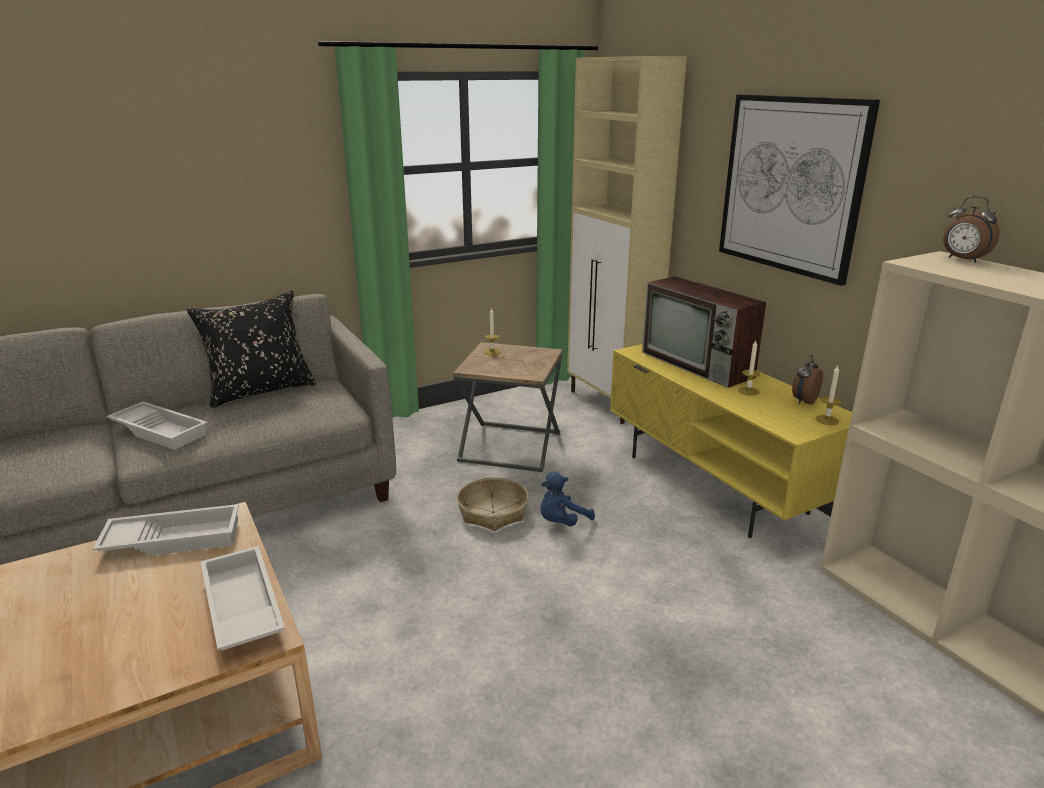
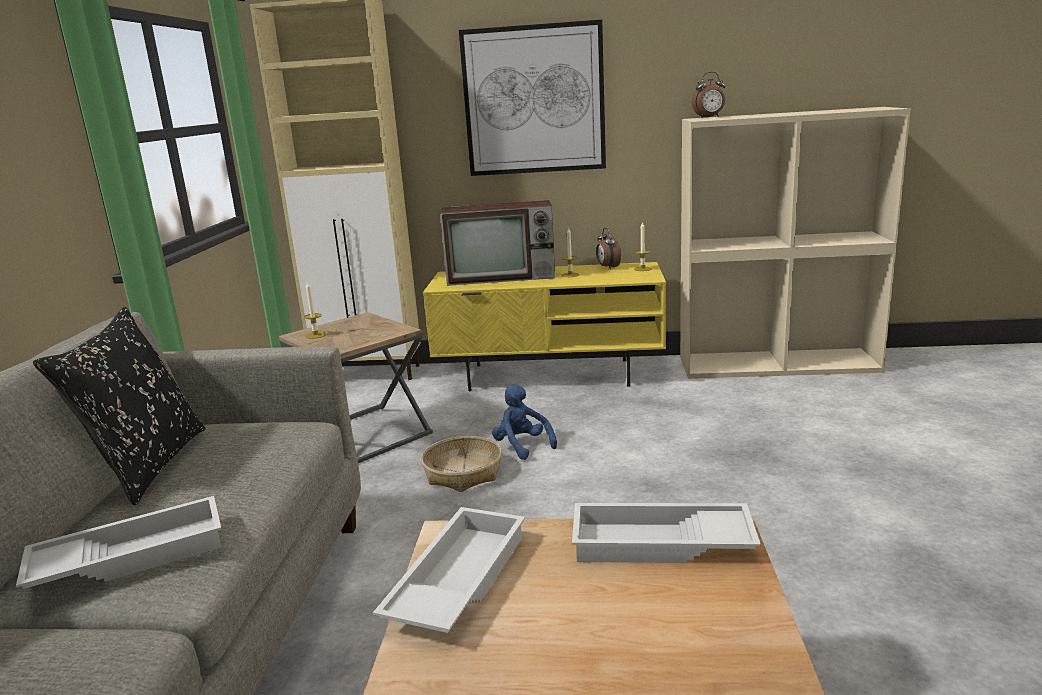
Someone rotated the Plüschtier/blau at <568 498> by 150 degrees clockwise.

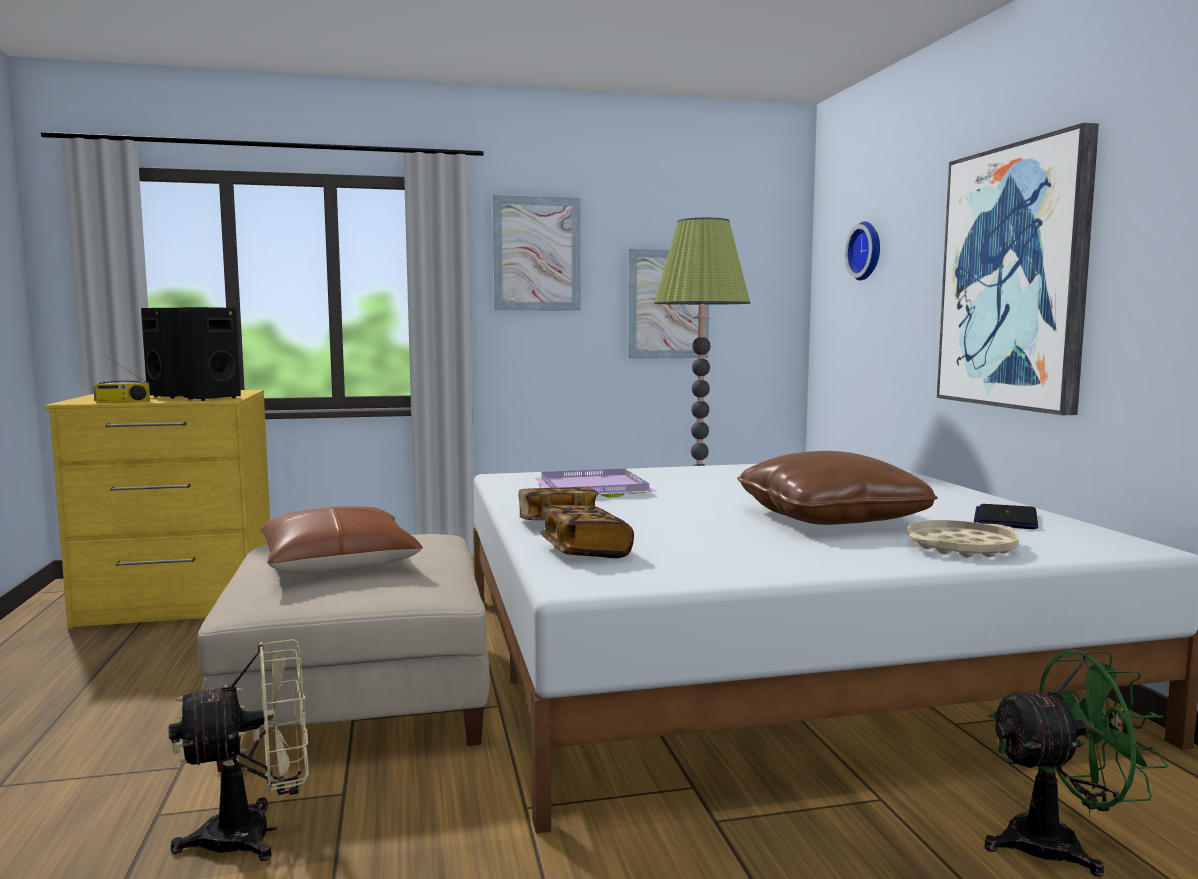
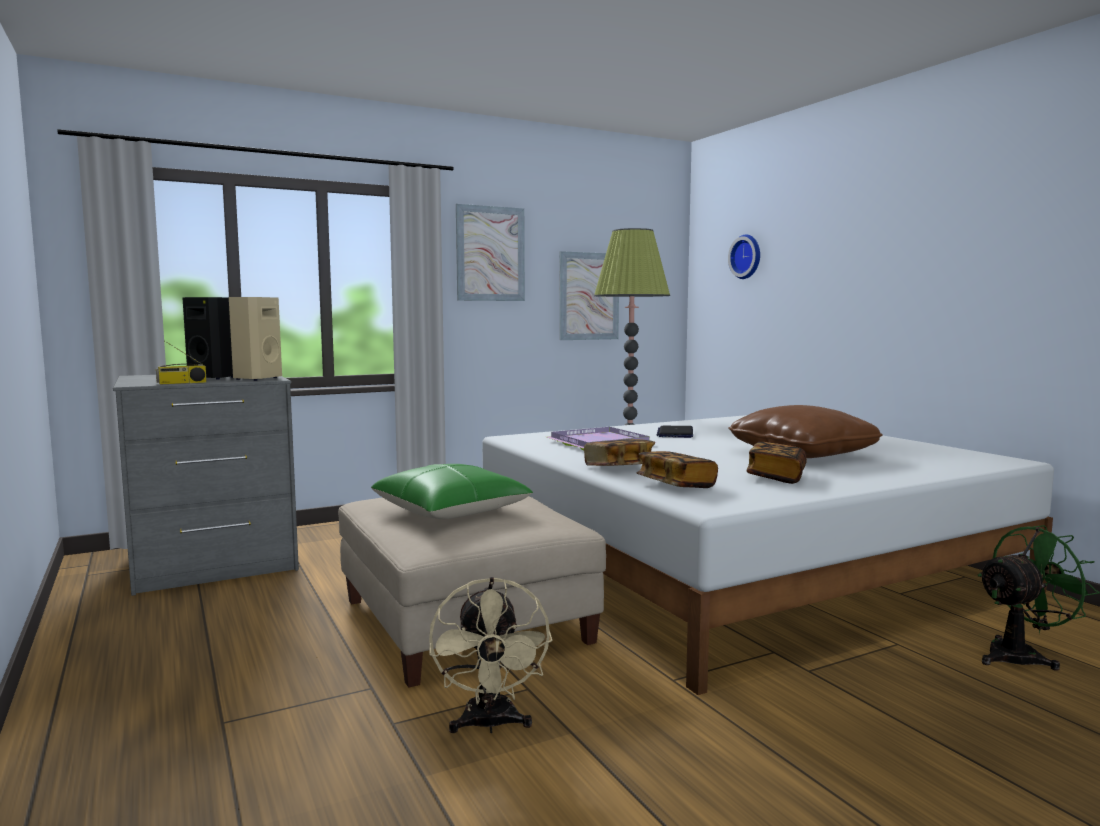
Someone took away the Tablett/beige at <963 539>.
Someone took away the Bild at <1018 269>.
Someone put down the Buch at <776 463>.
Someone carried the Laptop from <1006 516> to <675 432>.
Someone repainted the Kommode/gelb at <157 509>, which became the Kommode/grau at <206 485>.
Someone repainted the Lautsprecher/schwarz at <209 354>, which became the Lautsprecher/beige at <255 339>.
Someone repainted the Kissen/braun at <341 540>, which became the Kissen/grün at <452 491>.
Someone rotated the Ventilator/beige at <238 750> by 120 degrees clockwise.

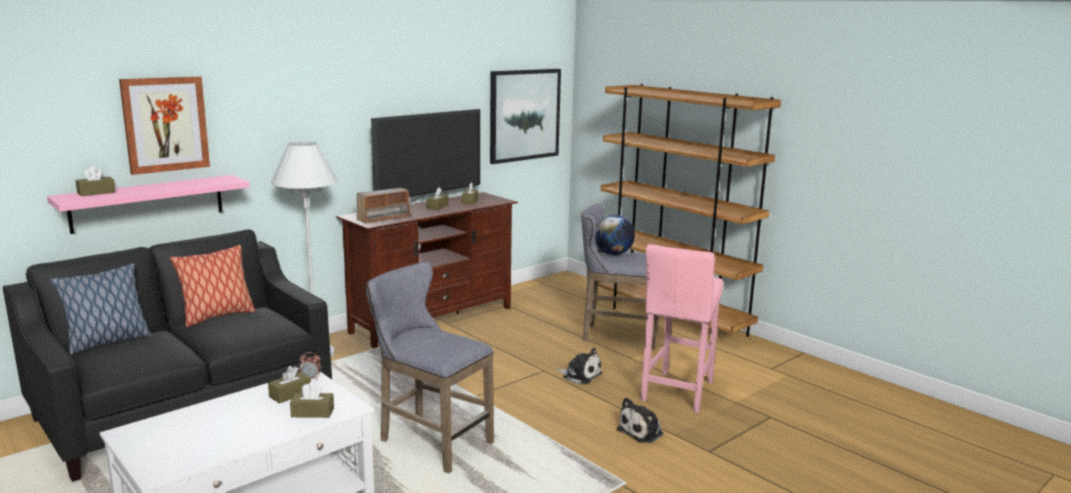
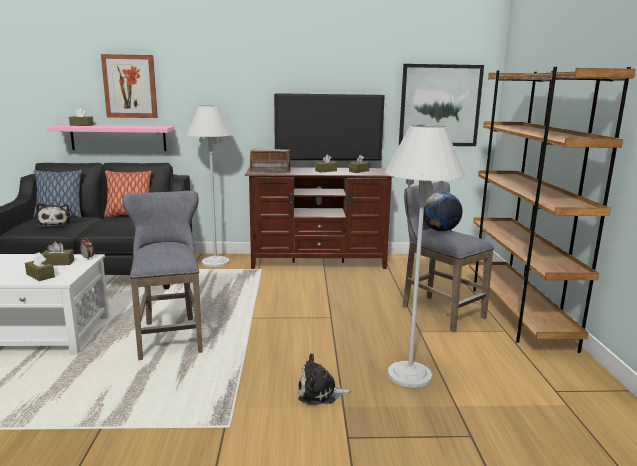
Someone carried the Plüschtier from <579 366> to <53 215>.
Someone swapped the Hocker/rosa at <681 328> for the Stehlampe/weiß at <425 256>.

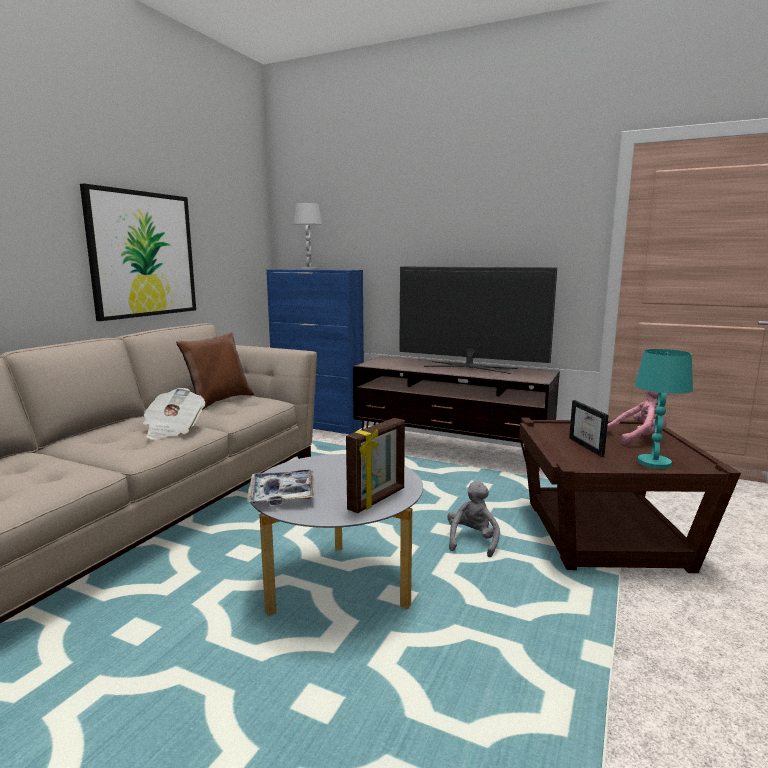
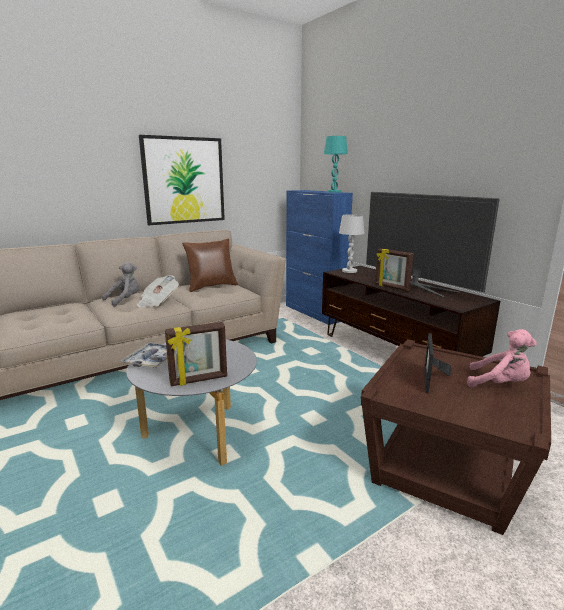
Someone put down the Bilderrahmen at <394 269>.
Someone carried the Tischlampe/weiß from <307 236> to <352 243>.
Someone carried the Plüschtier/grau from <473 519> to <120 284>.
Someone carried the Tischlampe/türkis from <664 409> to <336 164>.

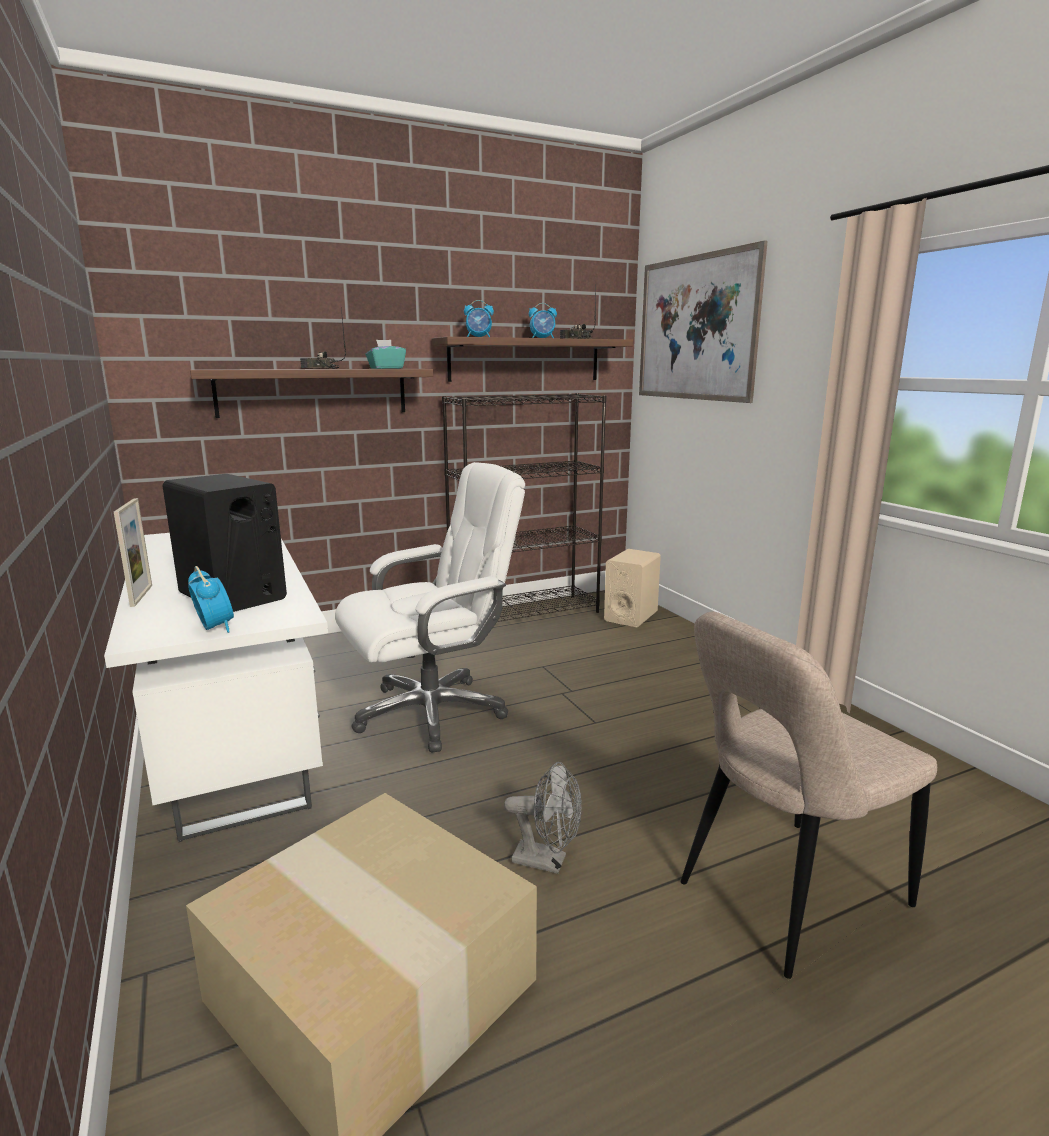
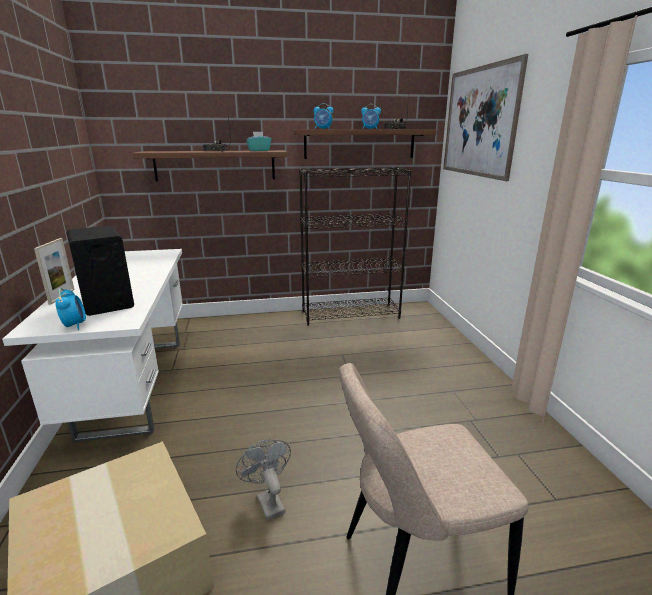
Someone took away the Bürostuhl/weiß at <430 607>.
Someone took away the Lautsprecher/beige at <632 588>.
Someone rotated the Ventilator/grau at <543 818> by 150 degrees counterclockwise.

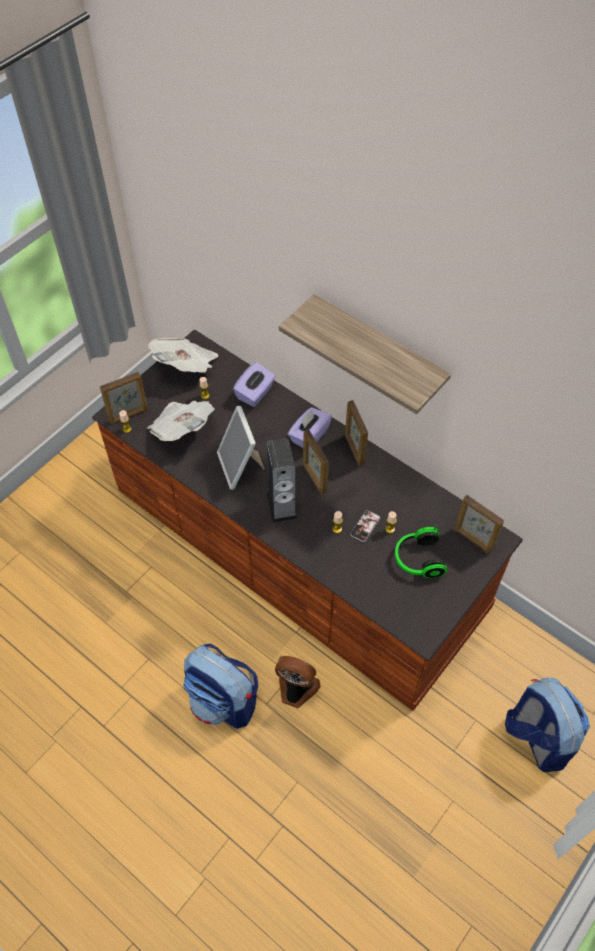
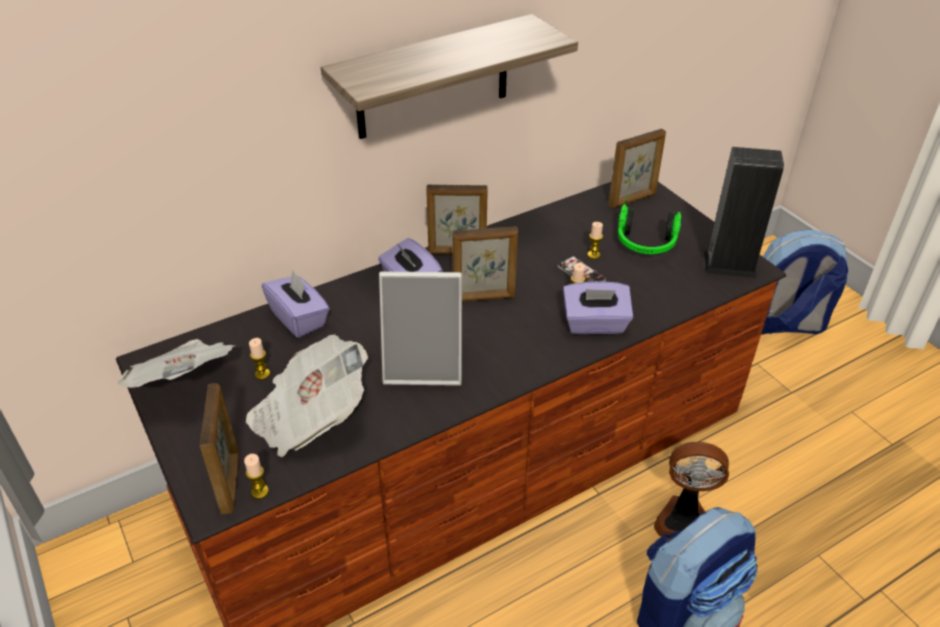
Someone put down the Taschentuchbox/lila at <598 307>.
Someone carried the Lautsprecher from <281 480> to <744 212>.
Someone rotated the Ventilator at <298 682> by 120 degrees counterclockwise.

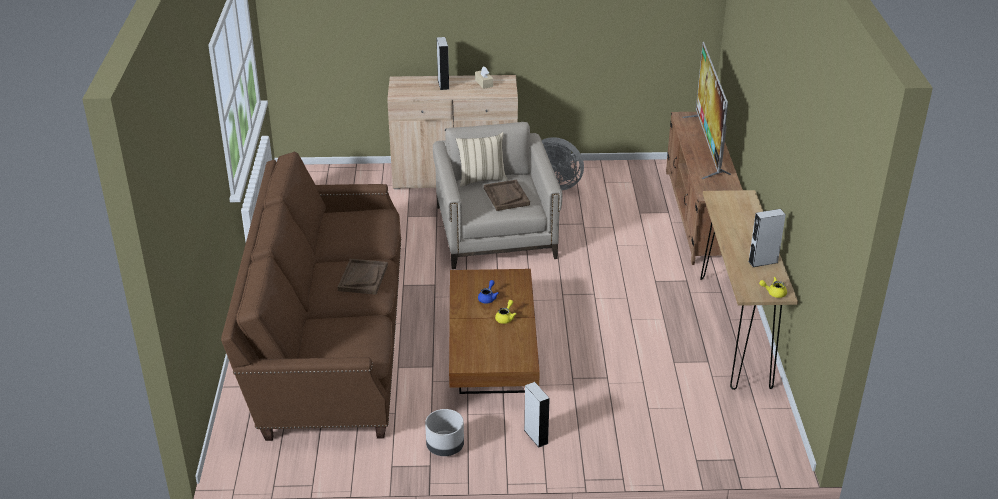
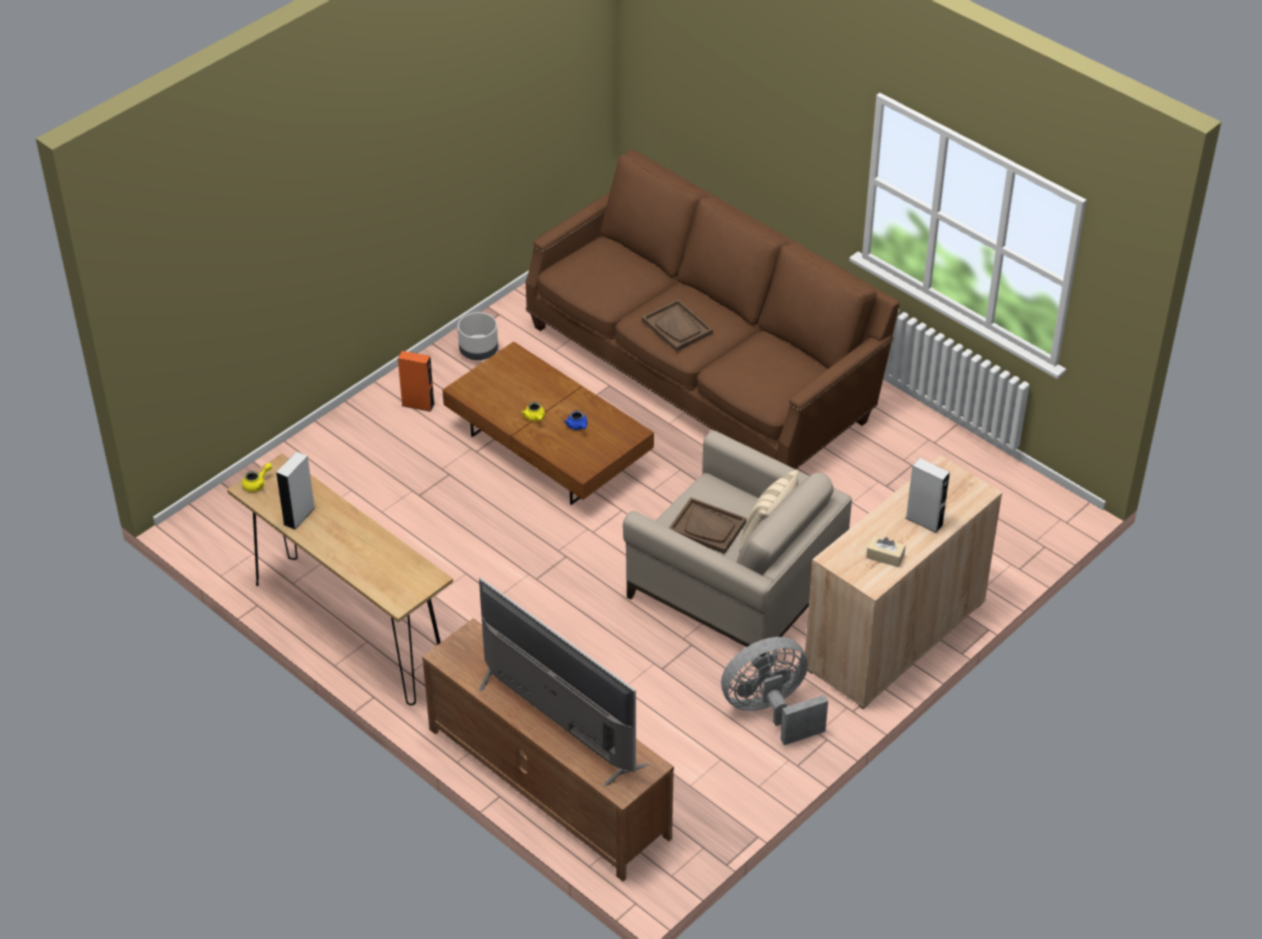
Someone repainted the Lautsprecher/grau at <537 415>, which became the Lautsprecher/orange at <416 381>.

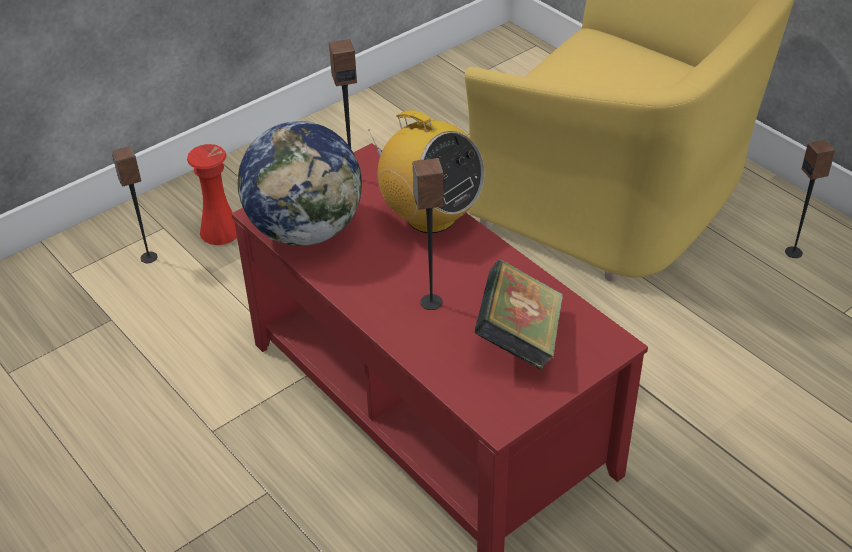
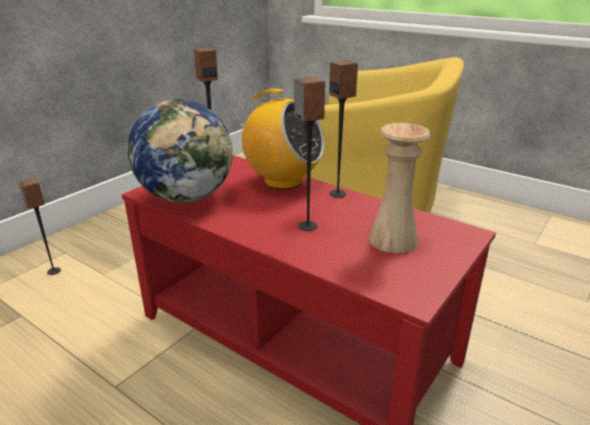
Someone took away the Vase/rot at <212 194>.
Someone carried the Lautsprecher from <810 199> to <343 128>.
Someone swapped the Buch at <518 315> for the Vase/beige at <399 188>.

